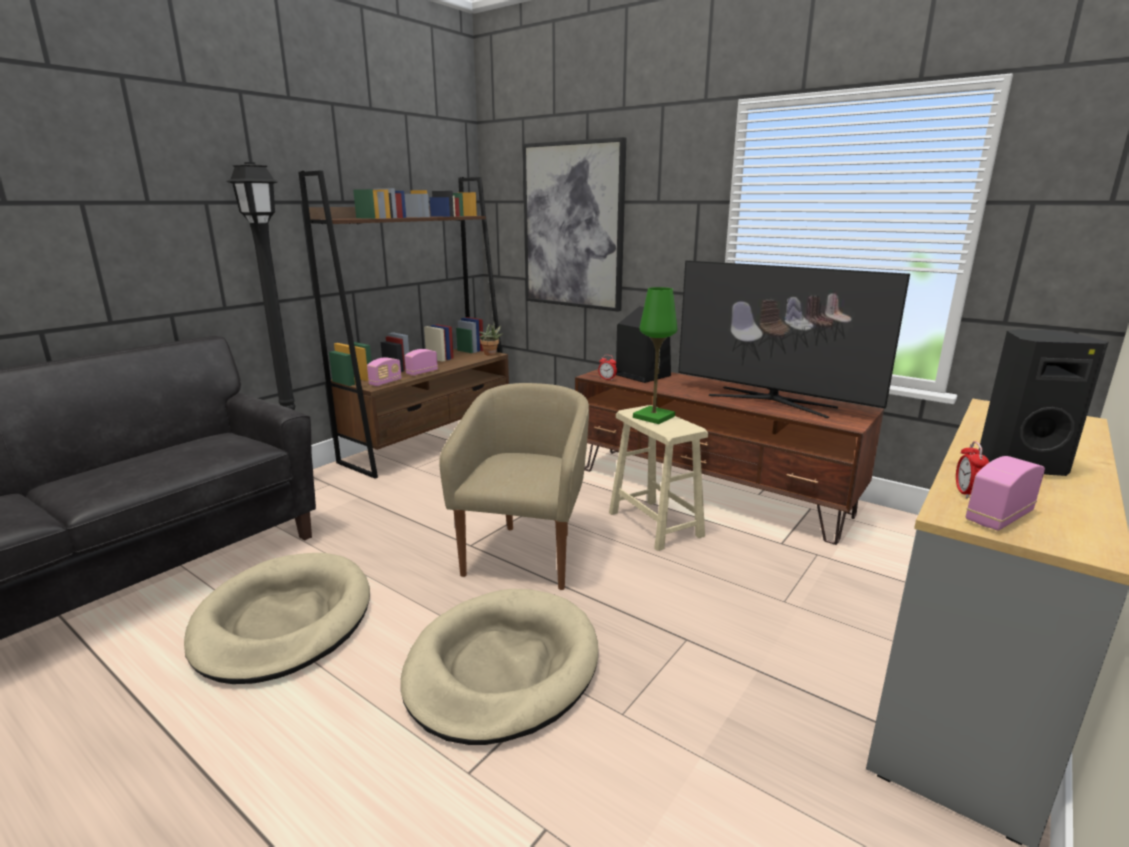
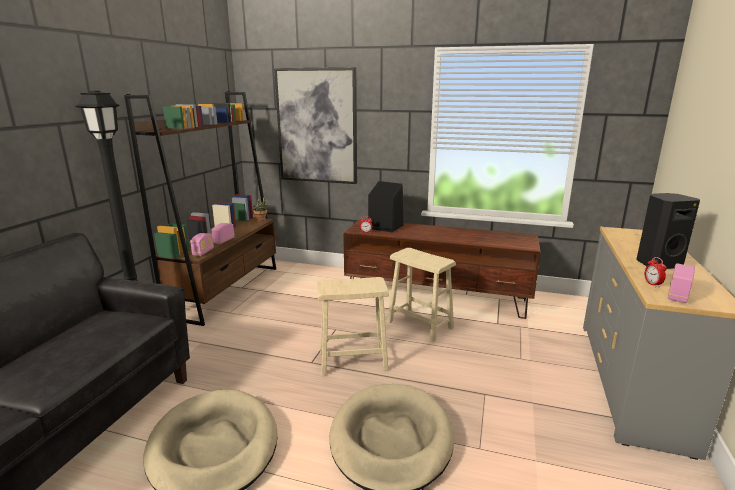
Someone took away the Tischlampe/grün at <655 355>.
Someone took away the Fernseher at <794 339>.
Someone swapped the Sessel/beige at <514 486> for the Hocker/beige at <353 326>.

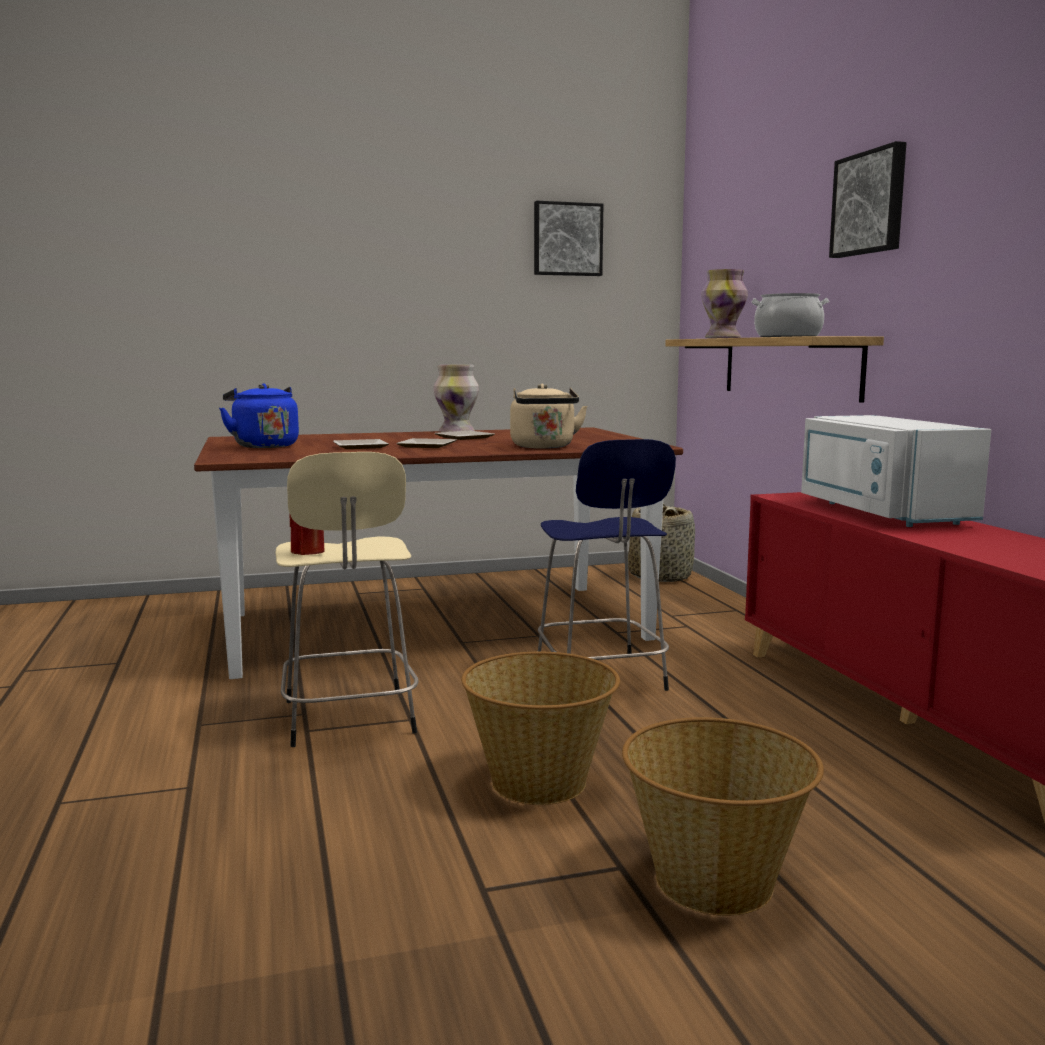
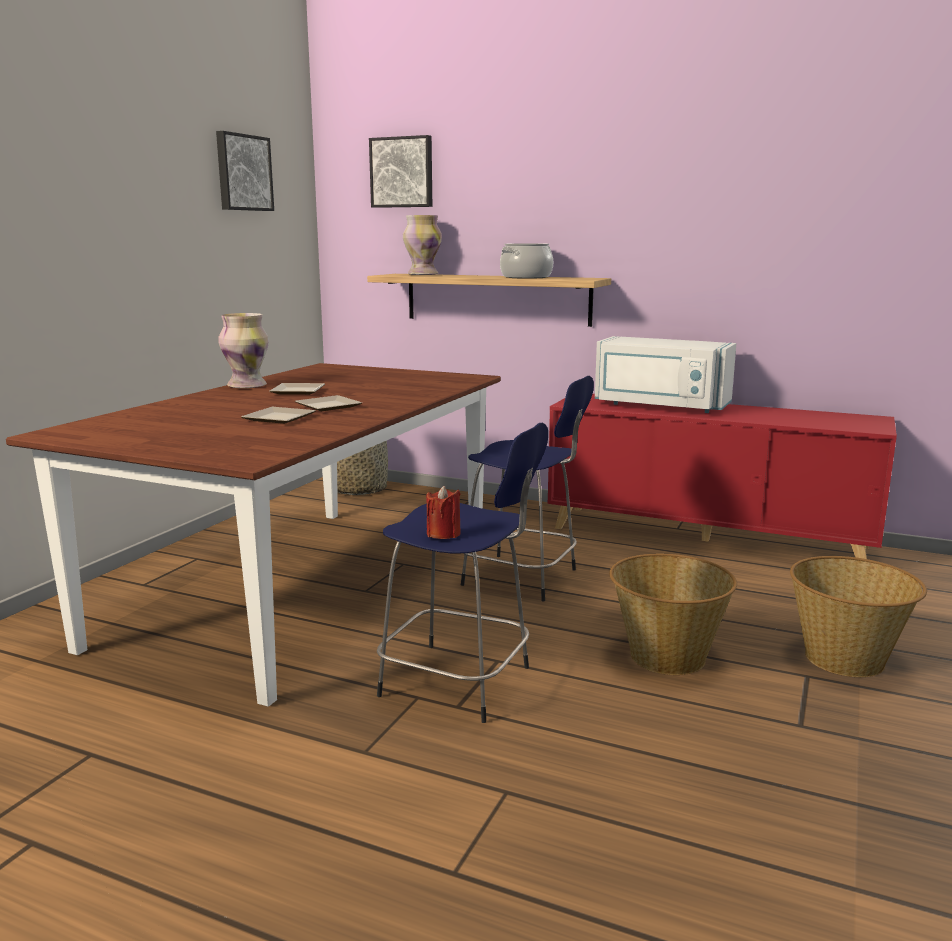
Someone took away the Wasserkessel/blau at <259 416>.
Someone took away the Wasserkessel/beige at <549 416>.
Someone carried the Bild from <868 199> to <400 171>.
Someone repainted the Hocker/beige at <347 599>, which became the Hocker/blau at <462 573>.

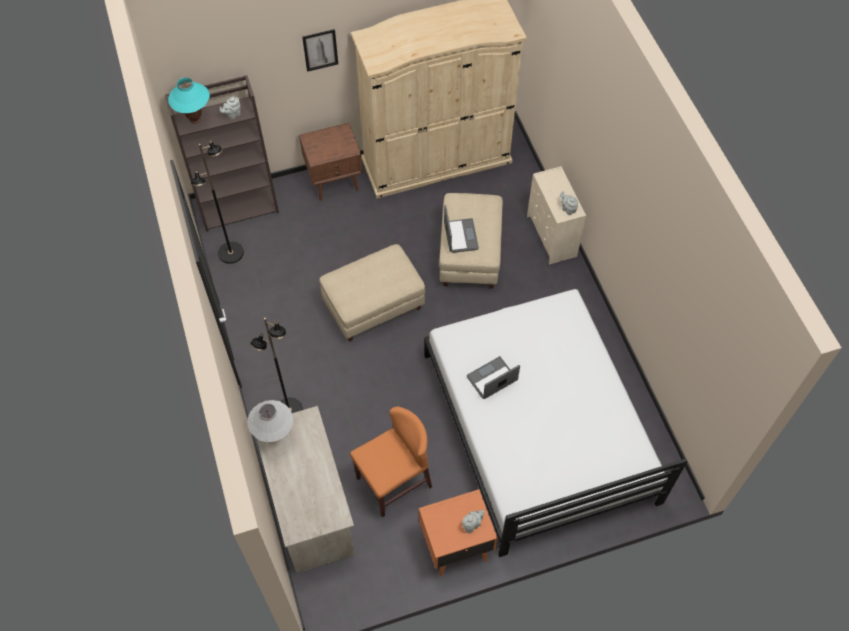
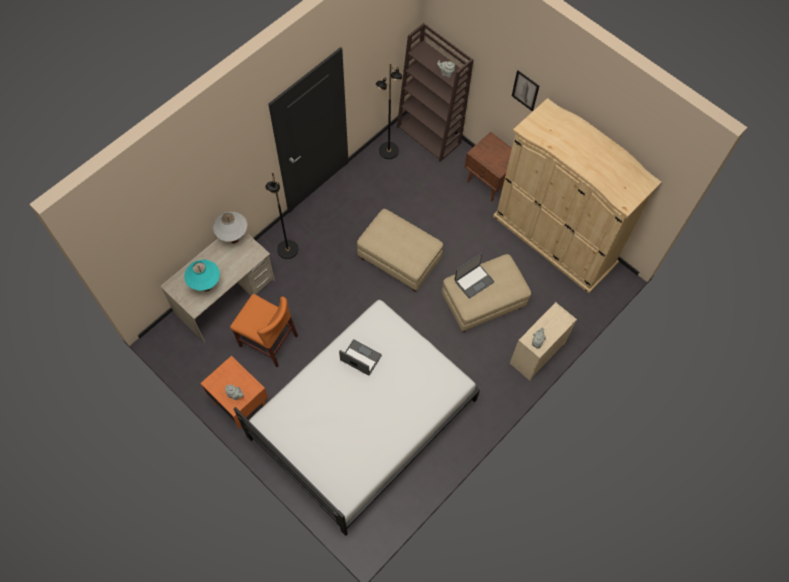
Someone carried the Tischlampe/türkis from <189 100> to <202 275>.

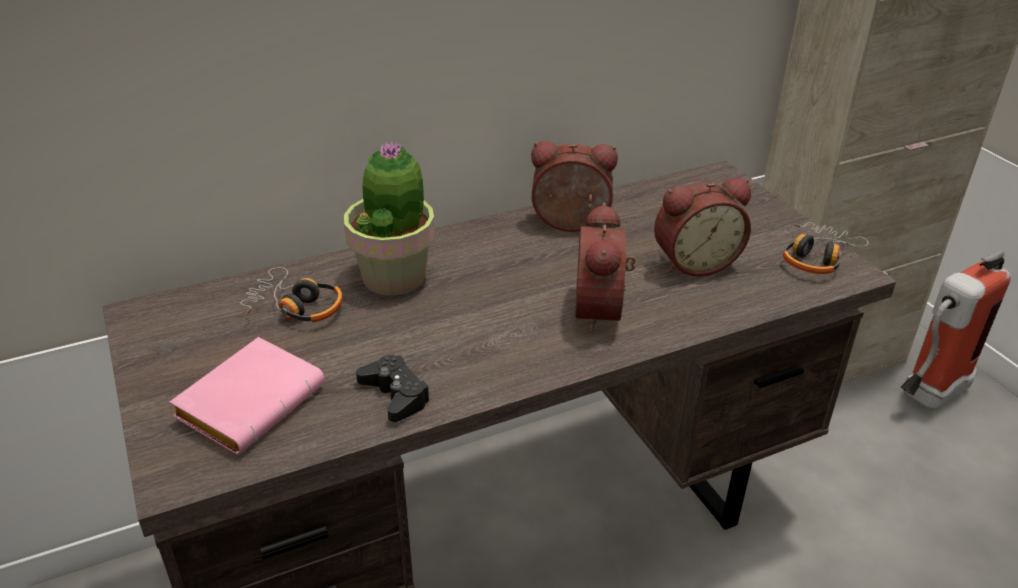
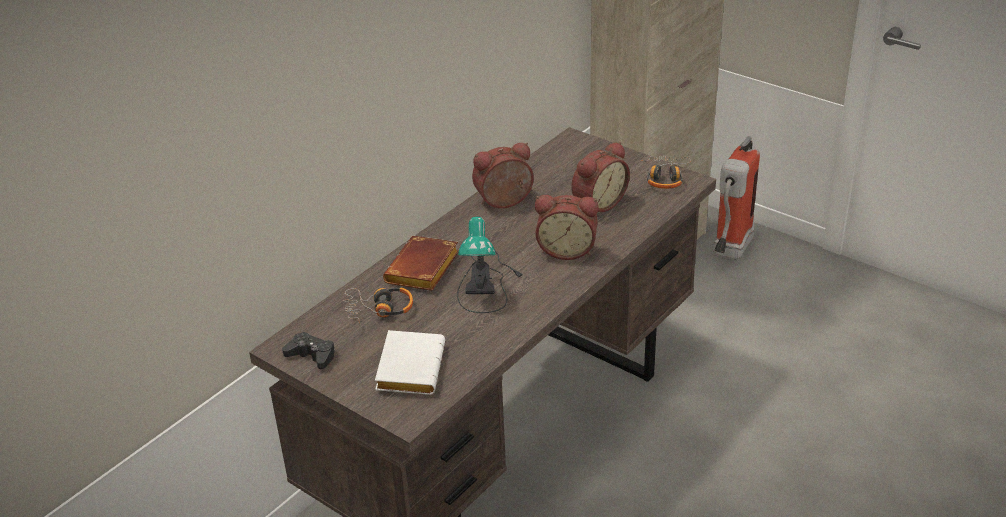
Someone put down the Tischlampe at <490 264>.
Someone carried the Gamepad/schwarz from <393 388> to <308 350>.
Someone swapped the Topfpflanze at <389 218> for the Buch/braun at <421 263>.
Someone repainted the Buch/rosa at <247 396>, which became the Buch/weiß at <410 362>.
Someone rotated the Wecker at <605 268> by 60 degrees counterclockwise.

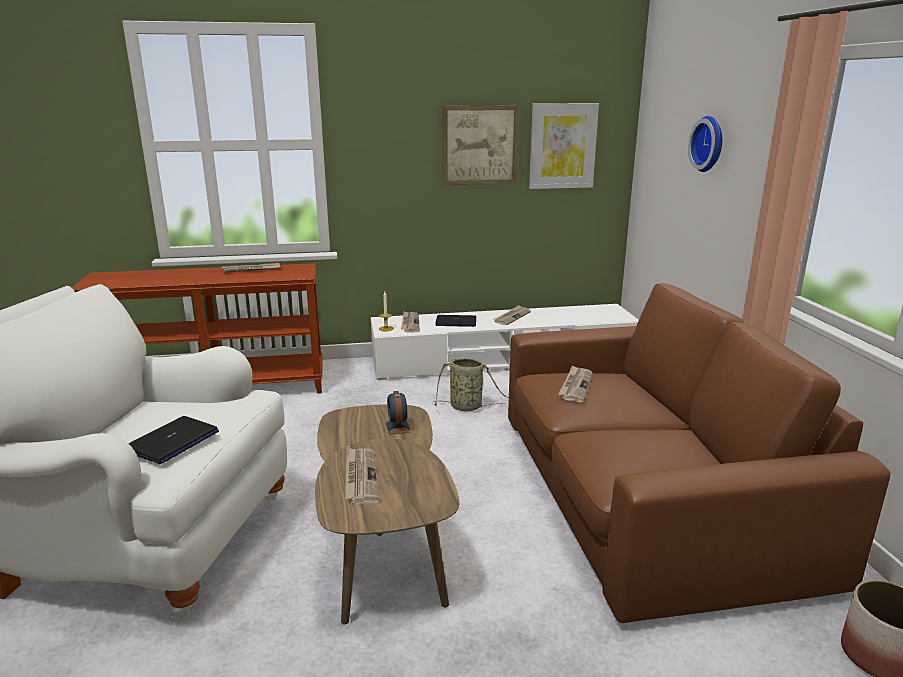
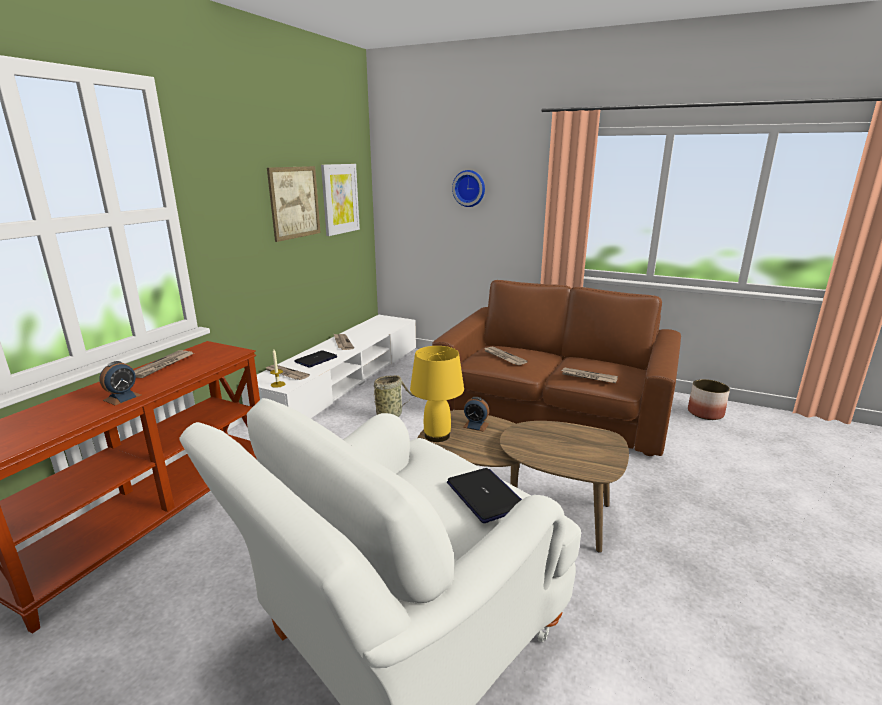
Someone put down the Wecker at <120 383>.
Someone put down the Tischlampe/gelb at <437 394>.
Someone carried the Zeitung from <362 476> to <589 375>.

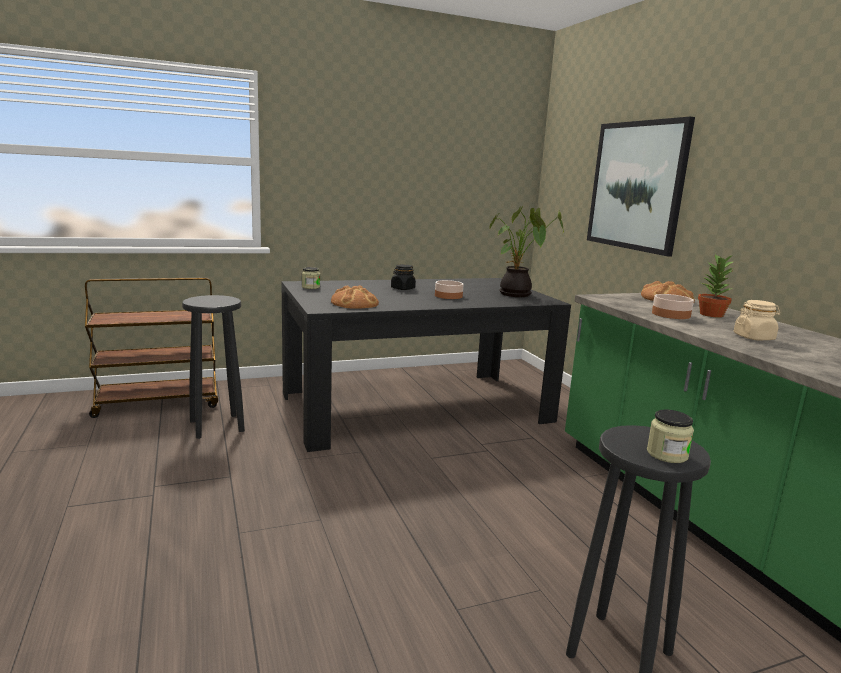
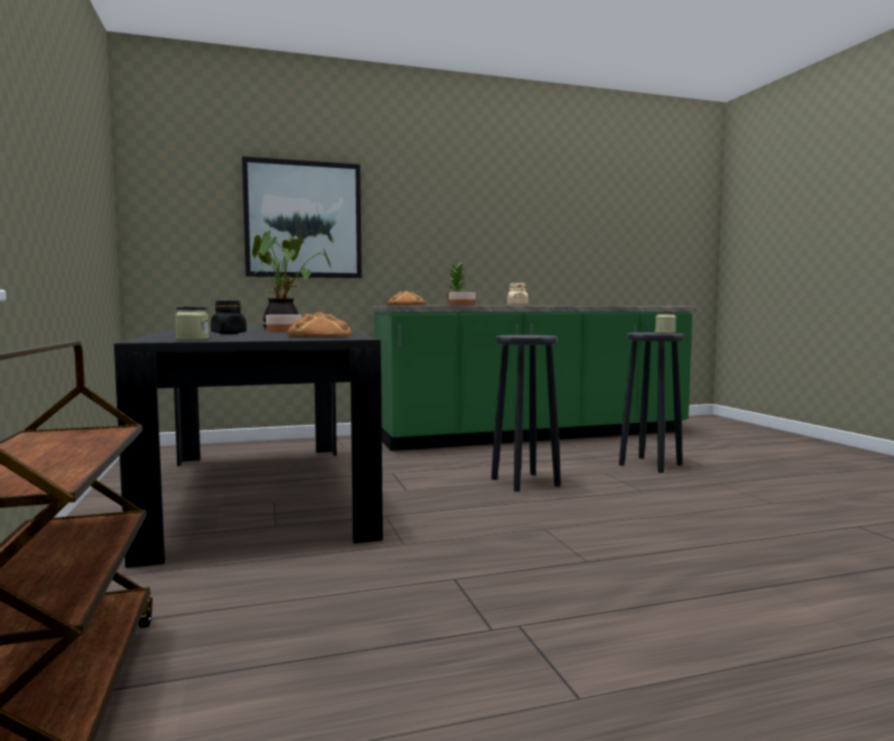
Someone carried the Hocker/schwarz from <213 367> to <526 413>.

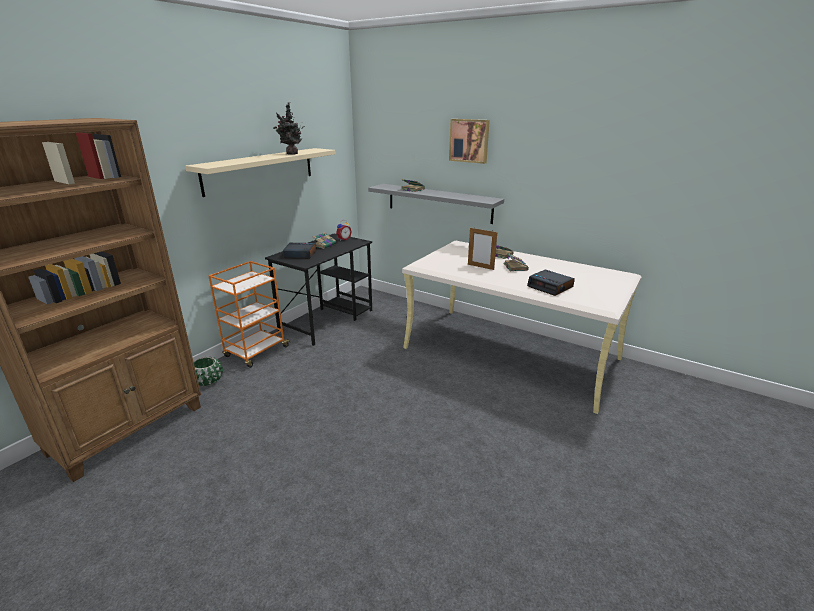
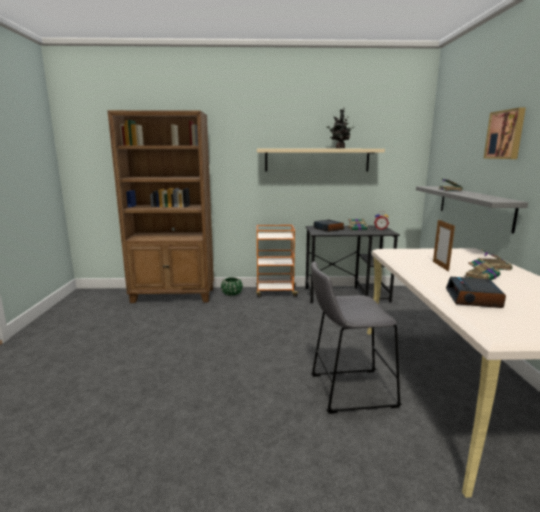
Someone put down the Hocker/grau at <356 337>.

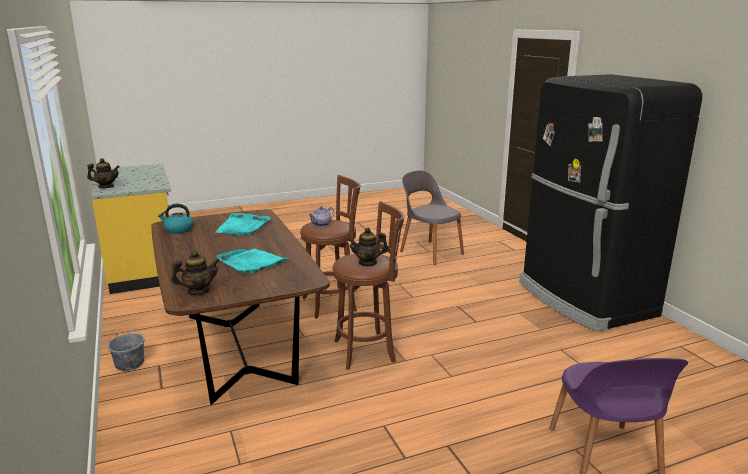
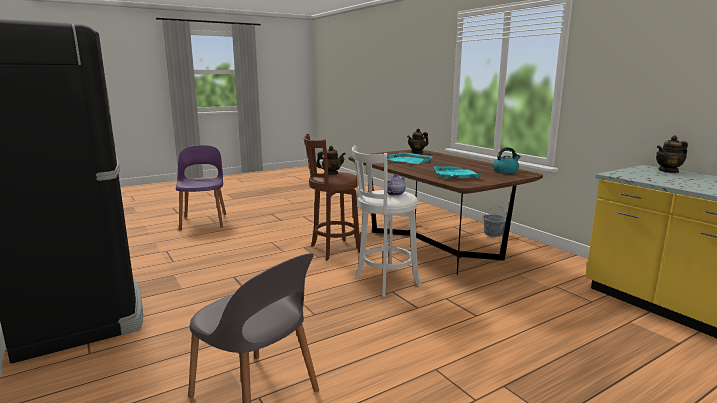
Someone repainted the Hocker/braun at <330 247>, which became the Hocker/weiß at <386 221>.

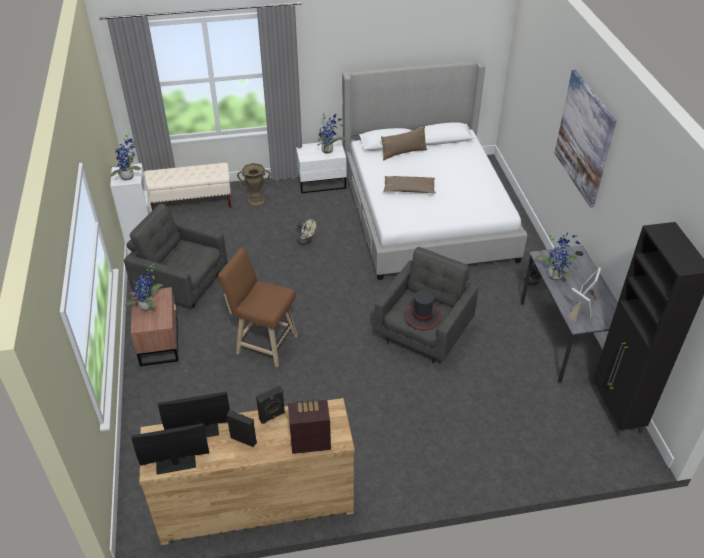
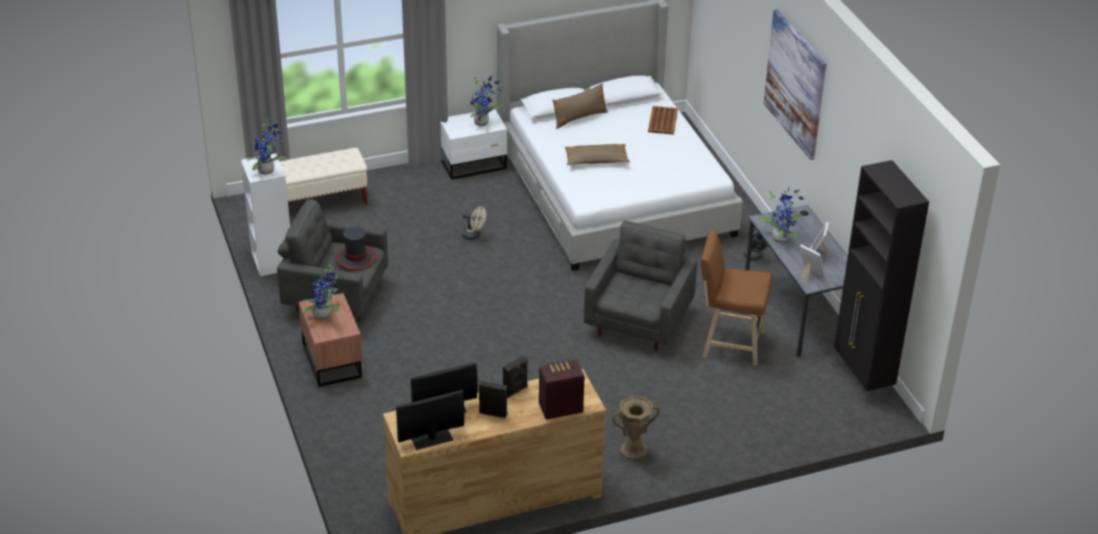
Someone put down the Tablett/braun at <663 120>.
Someone carried the Hocker/braun from <258 308> to <736 298>.
Someone carried the Vase/braun from <253 185> to <636 428>.
Someone carried the Hut from <422 310> to <356 249>.

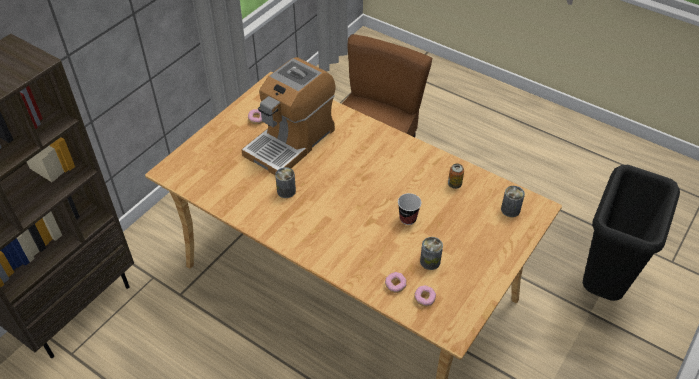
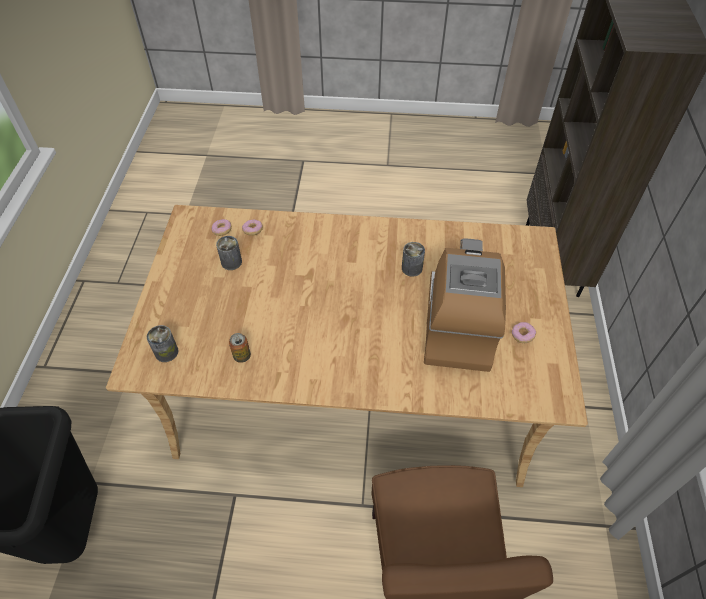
Someone took away the Tasse at <409 209>.

